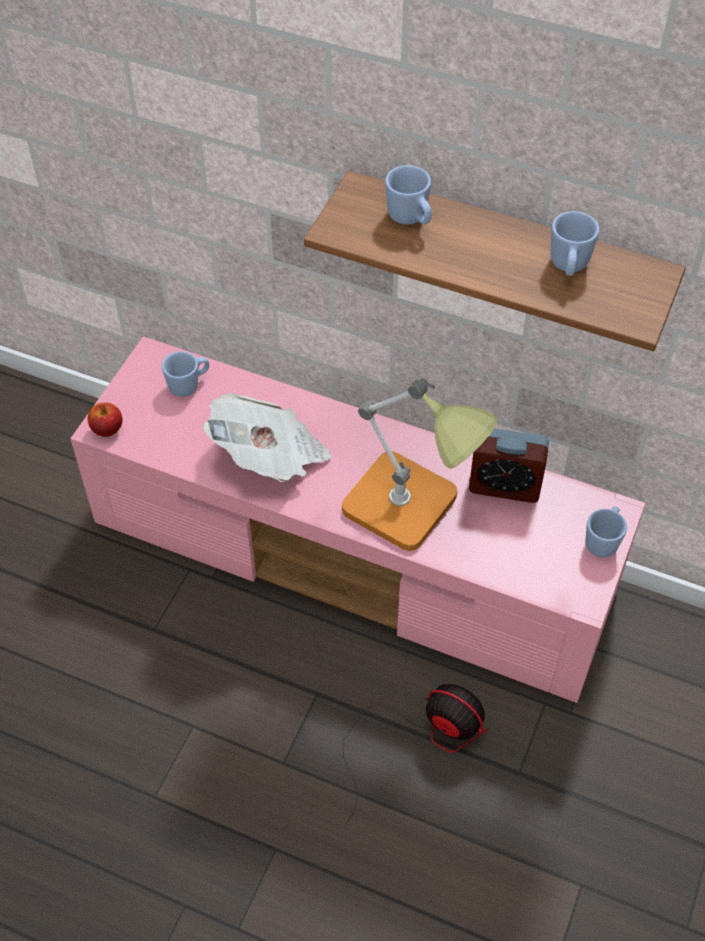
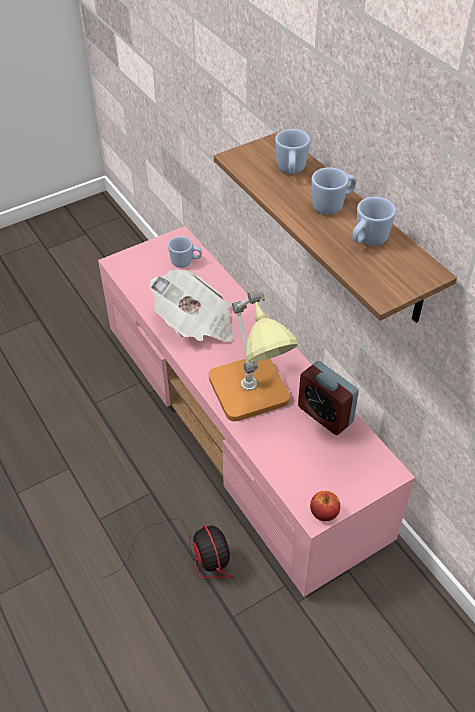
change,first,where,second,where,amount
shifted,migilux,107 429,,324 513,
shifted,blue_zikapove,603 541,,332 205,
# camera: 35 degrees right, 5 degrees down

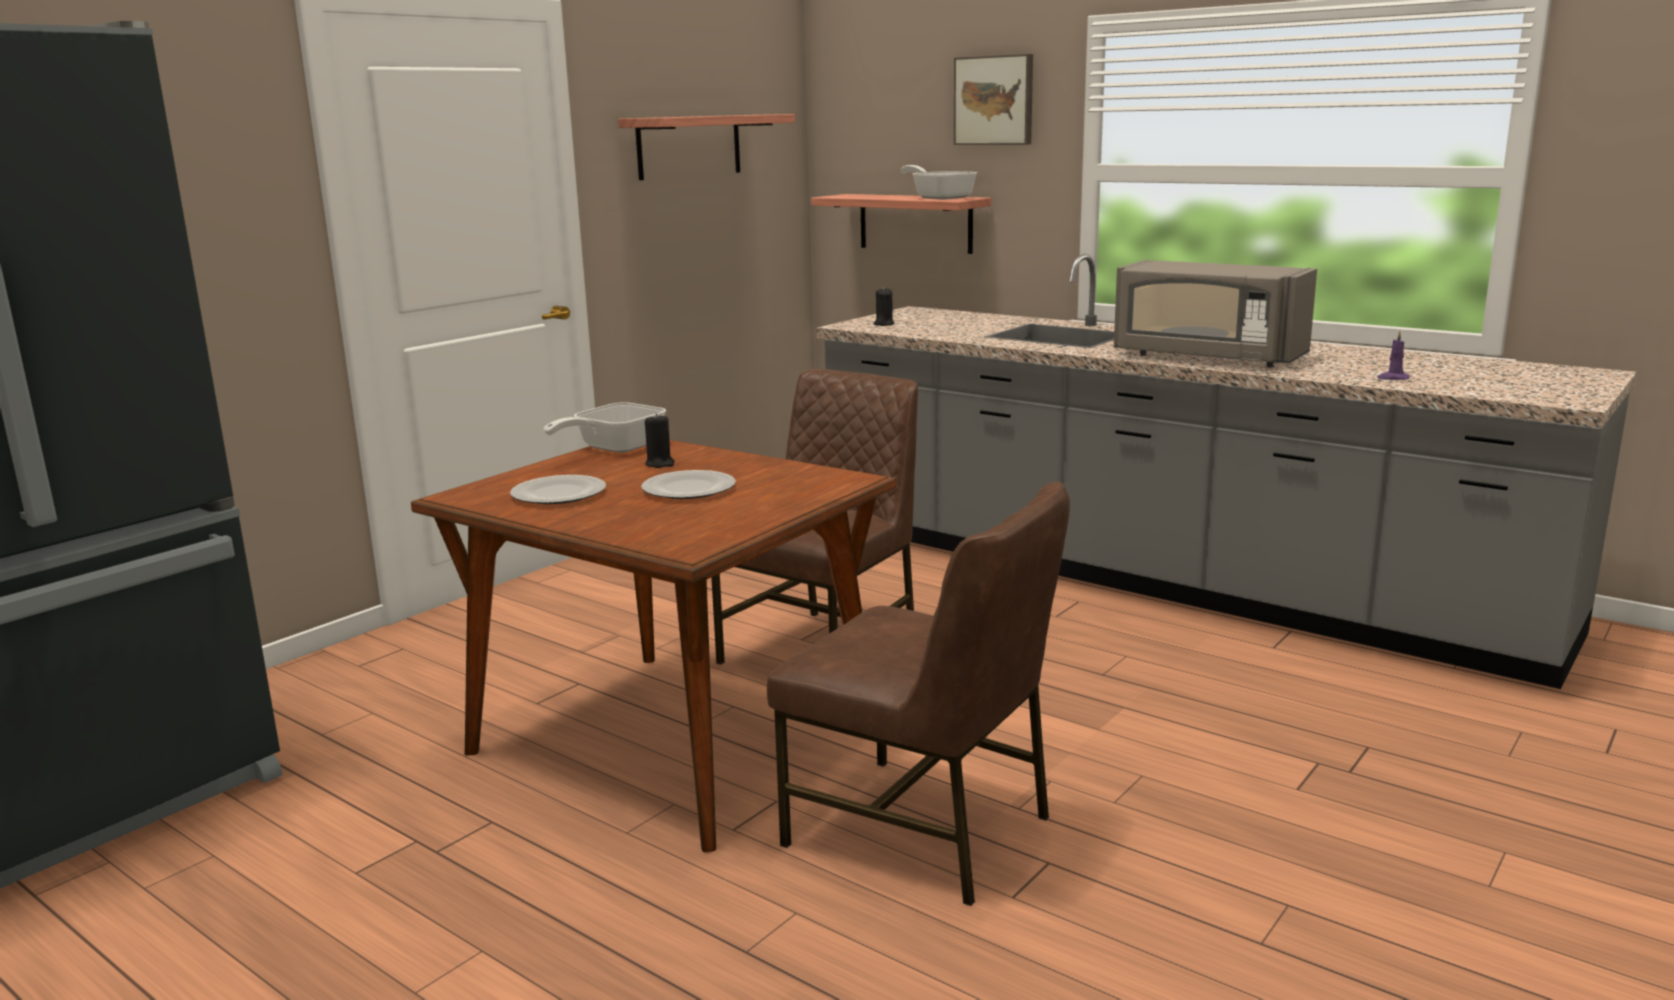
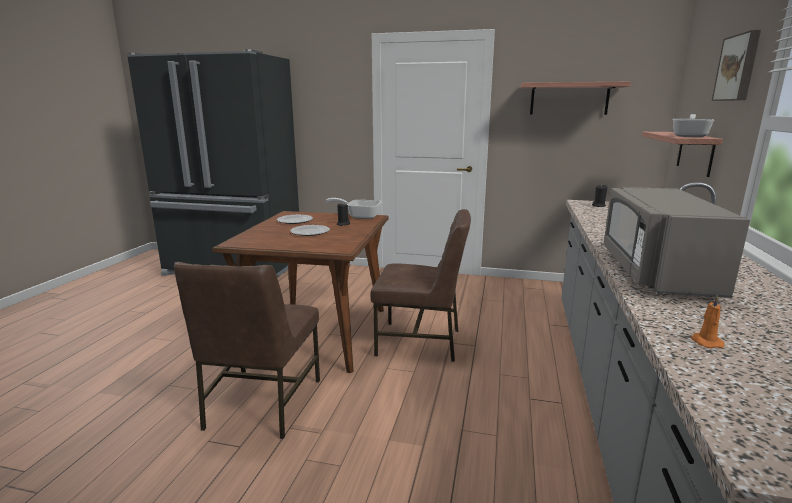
change,first,where,second,where,amount
repainted,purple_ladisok,1392 378,orange_ladisok,705 342,
# camera: 65 degrees right, 0 degrees up

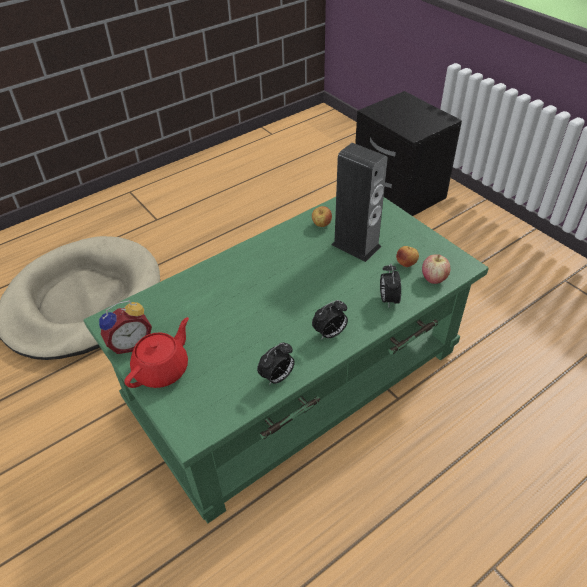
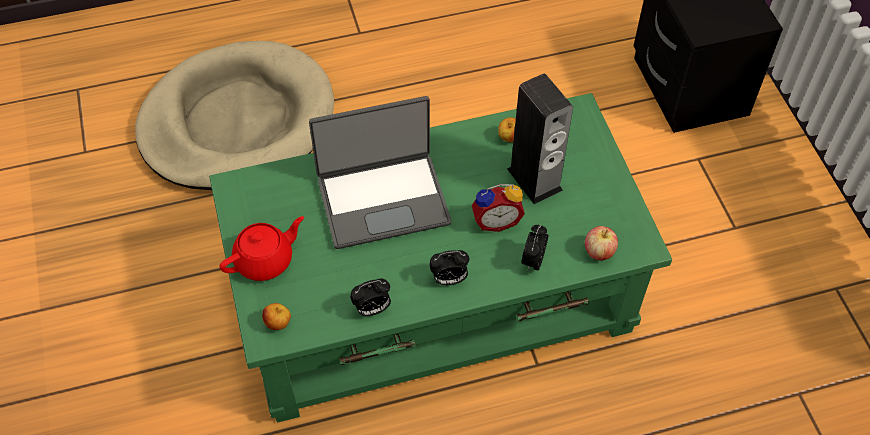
change,first,where,second,where,amount
new,,,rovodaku,383 199,
shifted,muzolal,130 343,,496 220,
shifted,migilux,406 264,,278 323,
# camera: 20 degrees right, 10 degrees up

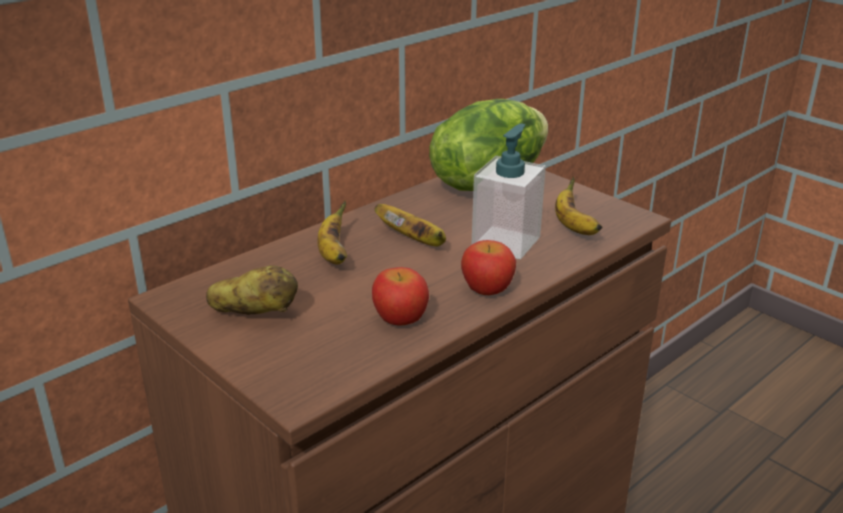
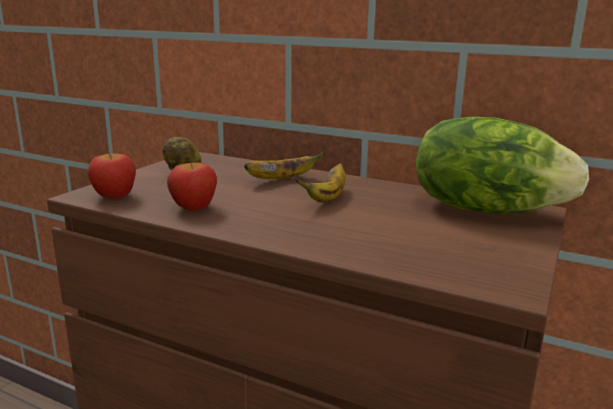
change,first,where,second,where,amount
gone,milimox,506 242,,,
gone,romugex,573 226,,,
shifted,migilux,487 290,,114 196,
# camera: 70 degrees right, 10 degrees down

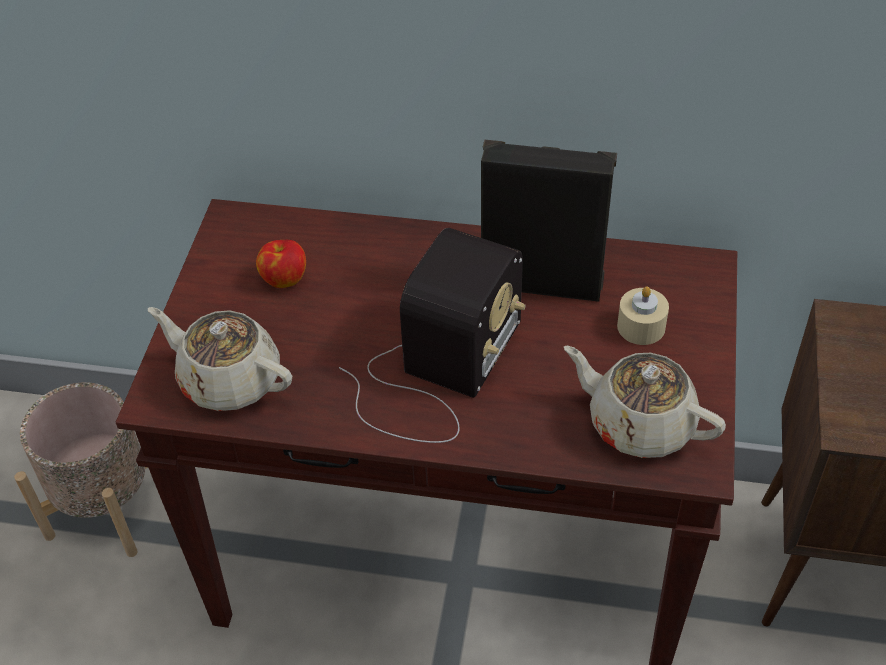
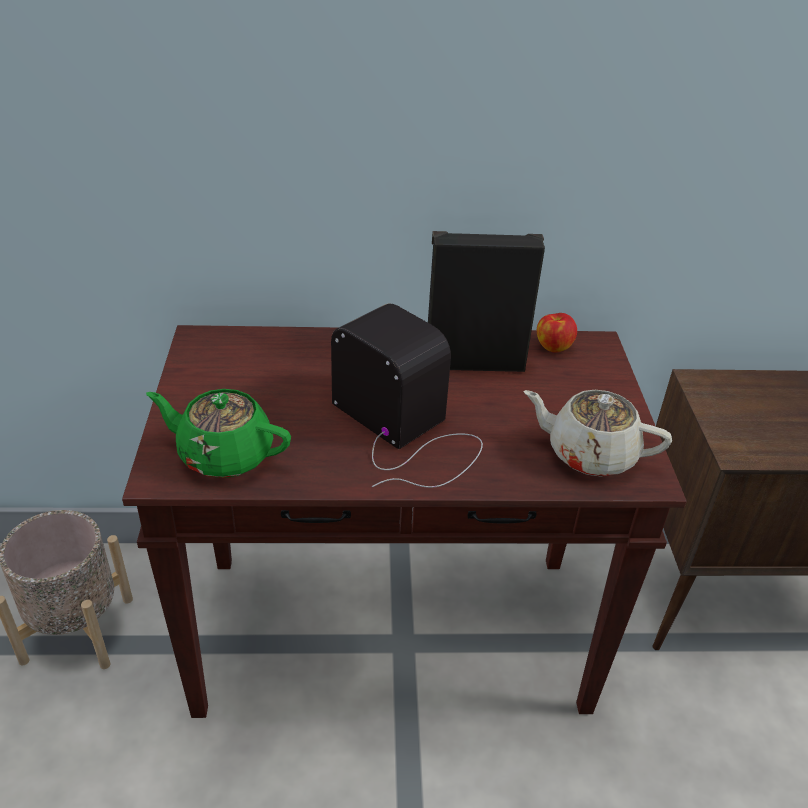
change,first,where,second,where,amount
gone,beige_ladisok,641 326,,,
shifted,migilux,284 278,,553 347,
repainted,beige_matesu,228 379,green_matesu,224 454,
rotated,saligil,436 373,,408 433,60 degrees counterclockwise
# camera: 15 degrees left, 10 degrees down

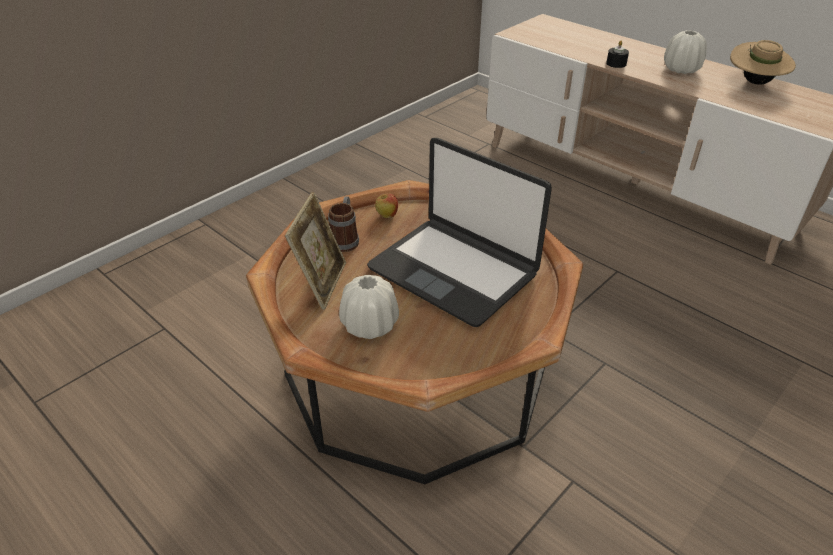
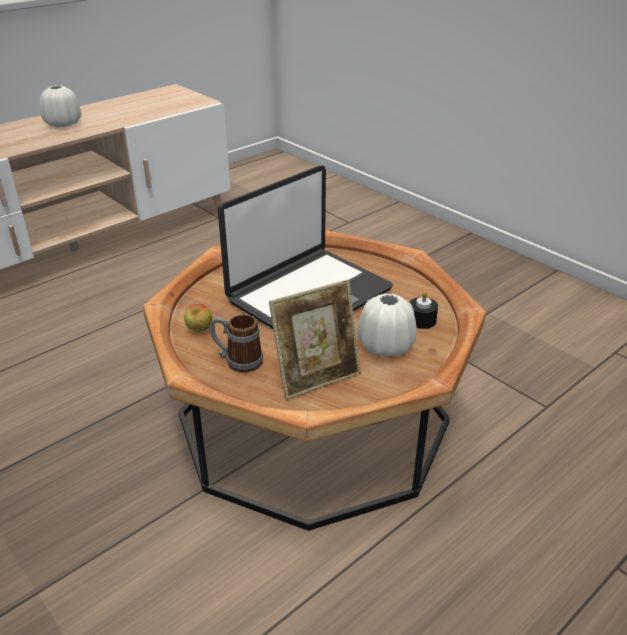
change,first,where,second,where,amount
gone,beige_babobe,755 82,,,
shifted,black_ladisok,616 63,,421 320,
rotated,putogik,321 283,,317 377,135 degrees clockwise
# camera: 85 degrees left, 5 degrees down

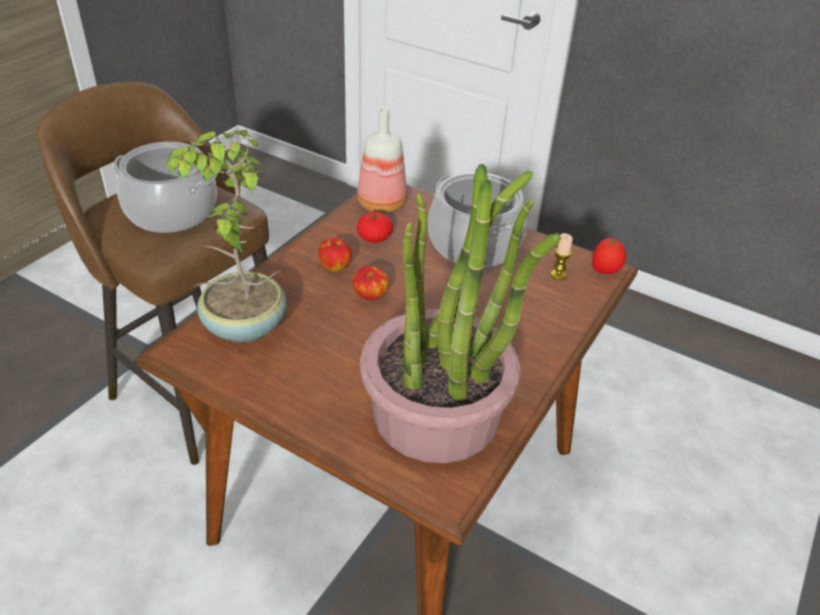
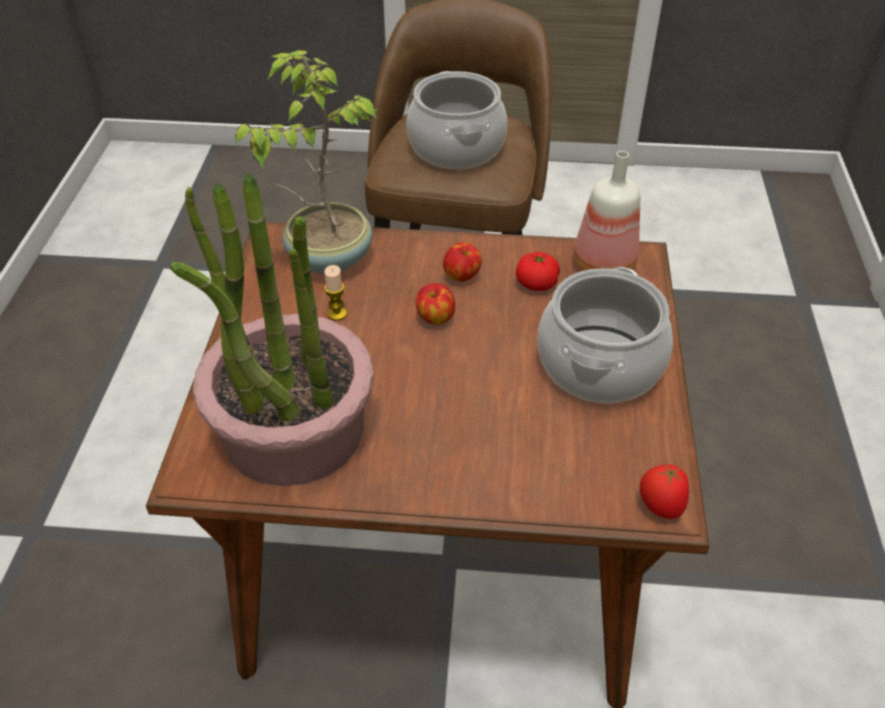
change,first,where,second,where,amount
shifted,ladisok,558 275,,337 314,
# camera: 65 degrees right, 5 degrees up

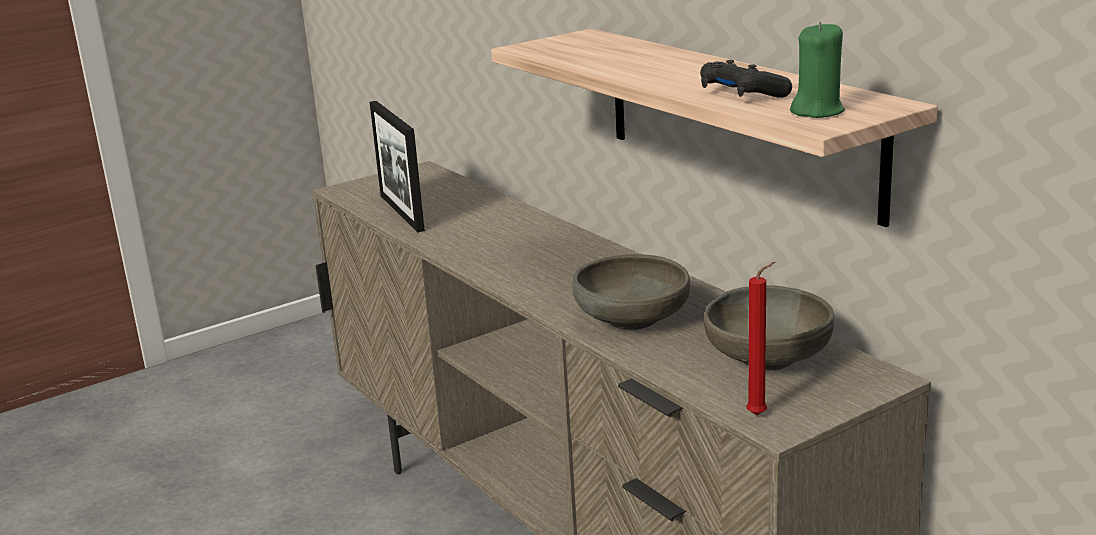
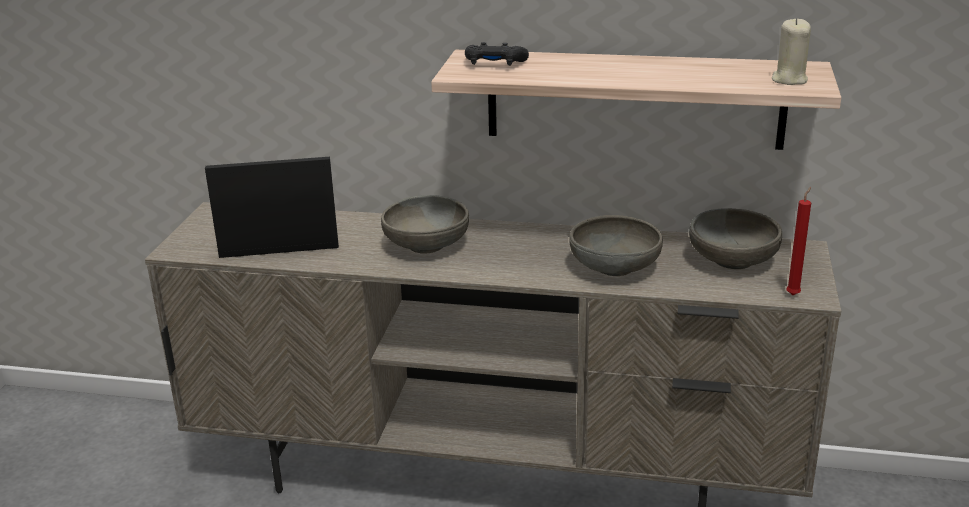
change,first,where,second,where,amount
new,,,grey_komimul,427 245,
shifted,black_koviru,741 94,,494 64,
repainted,green_ladisok,817 111,beige_ladisok,789 80,
rotated,putogik,401 212,,279 251,150 degrees clockwise
# camera: 45 degrees left, 5 degrees up

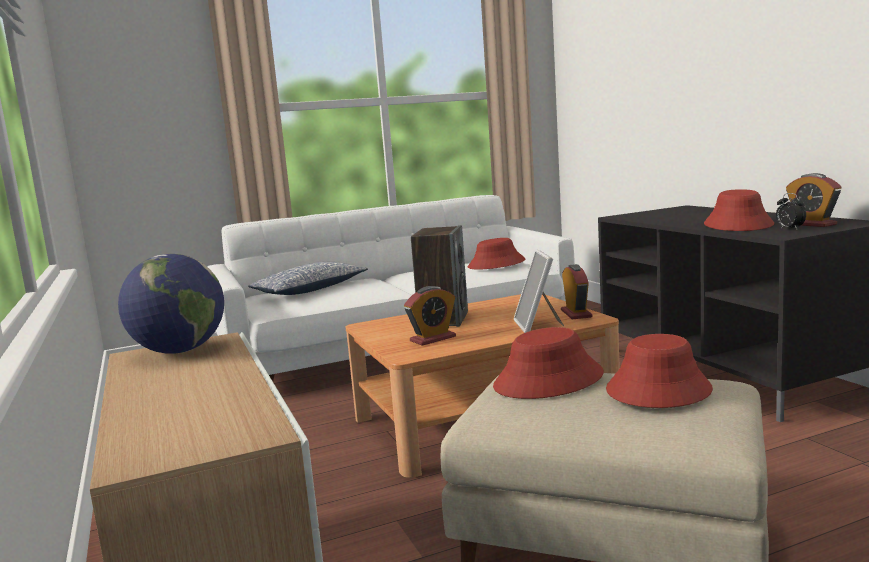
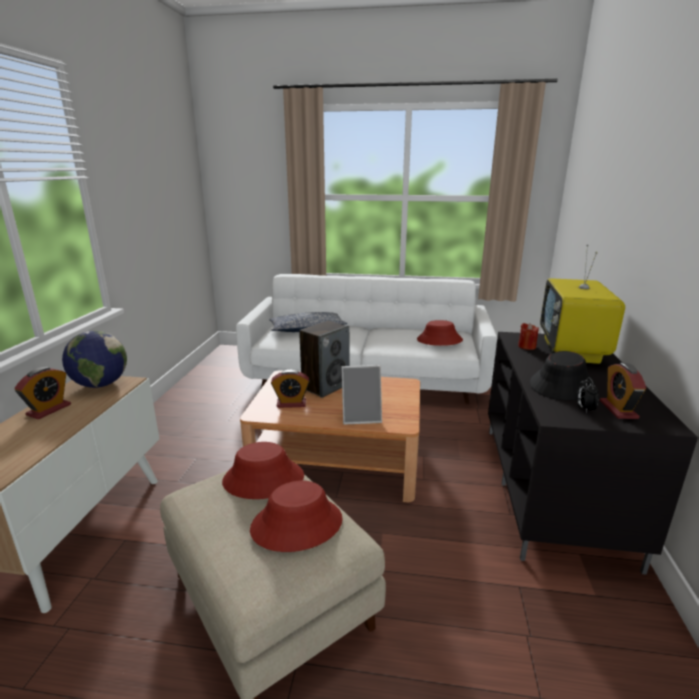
change,first,where,second,where,amount
new,,,red_ladisok,526 346,
new,,,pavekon,571 351,
shifted,muzolal,576 314,,49 410,
repainted,red_babobe,738 225,black_babobe,562 385,
rotated,putogik,538 326,,361 417,120 degrees counterclockwise
# camera: 30 degrees right, 10 degrees up

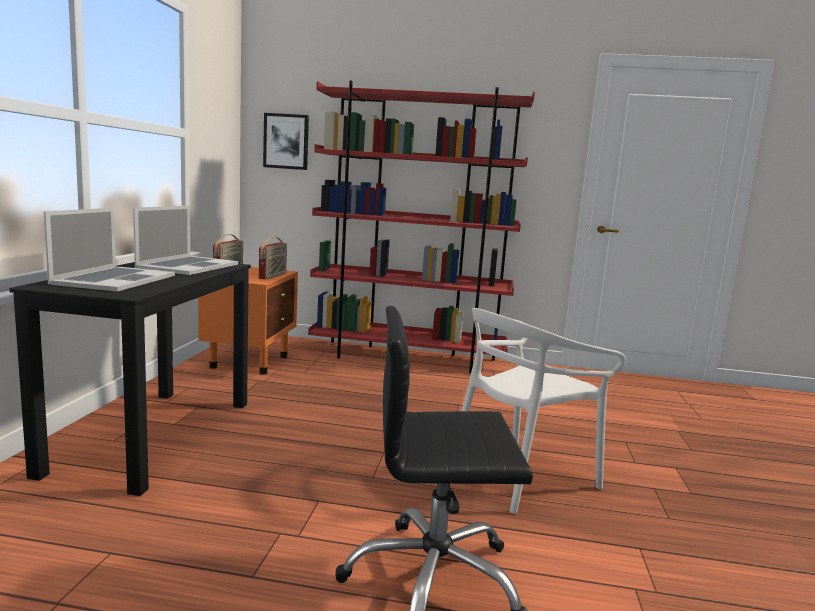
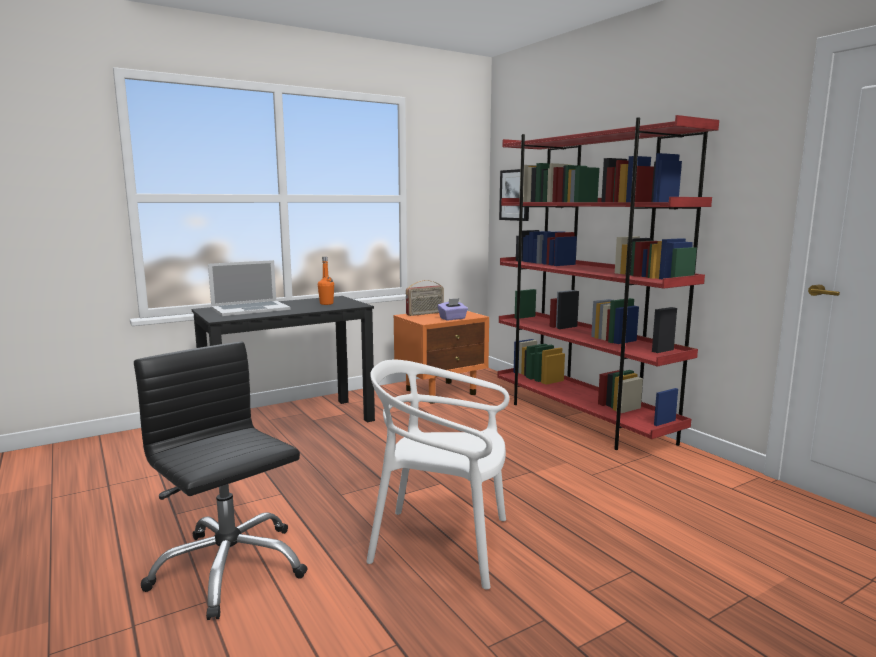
change,first,where,second,where,amount
swapped,rovodaku,188 266,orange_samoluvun,326 303,
swapped,saligil,273 276,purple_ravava,452 318,
# camera: 50 degrees right, 0 degrees up

